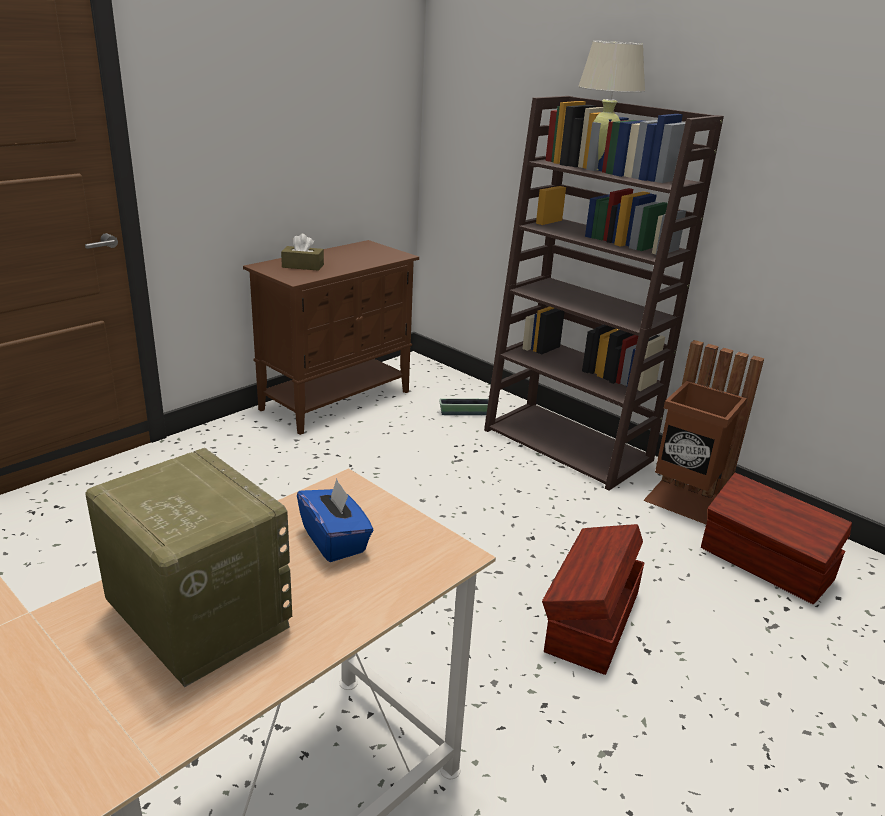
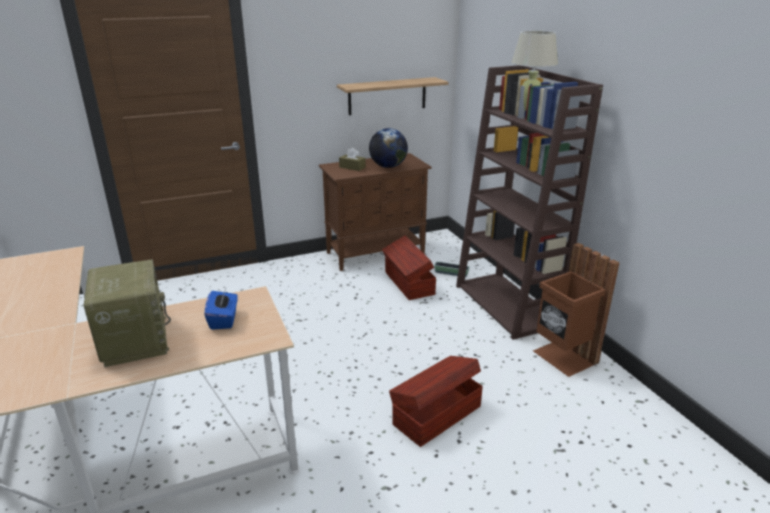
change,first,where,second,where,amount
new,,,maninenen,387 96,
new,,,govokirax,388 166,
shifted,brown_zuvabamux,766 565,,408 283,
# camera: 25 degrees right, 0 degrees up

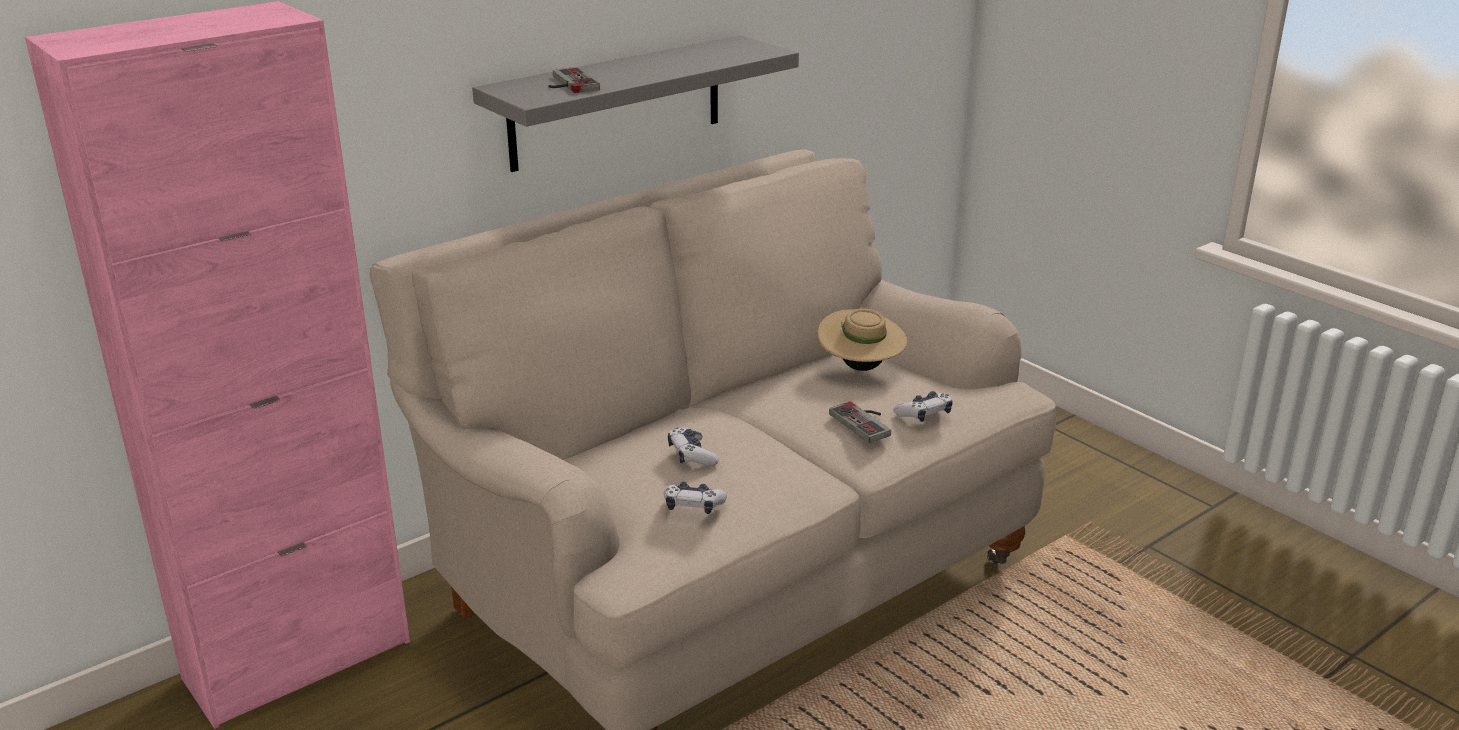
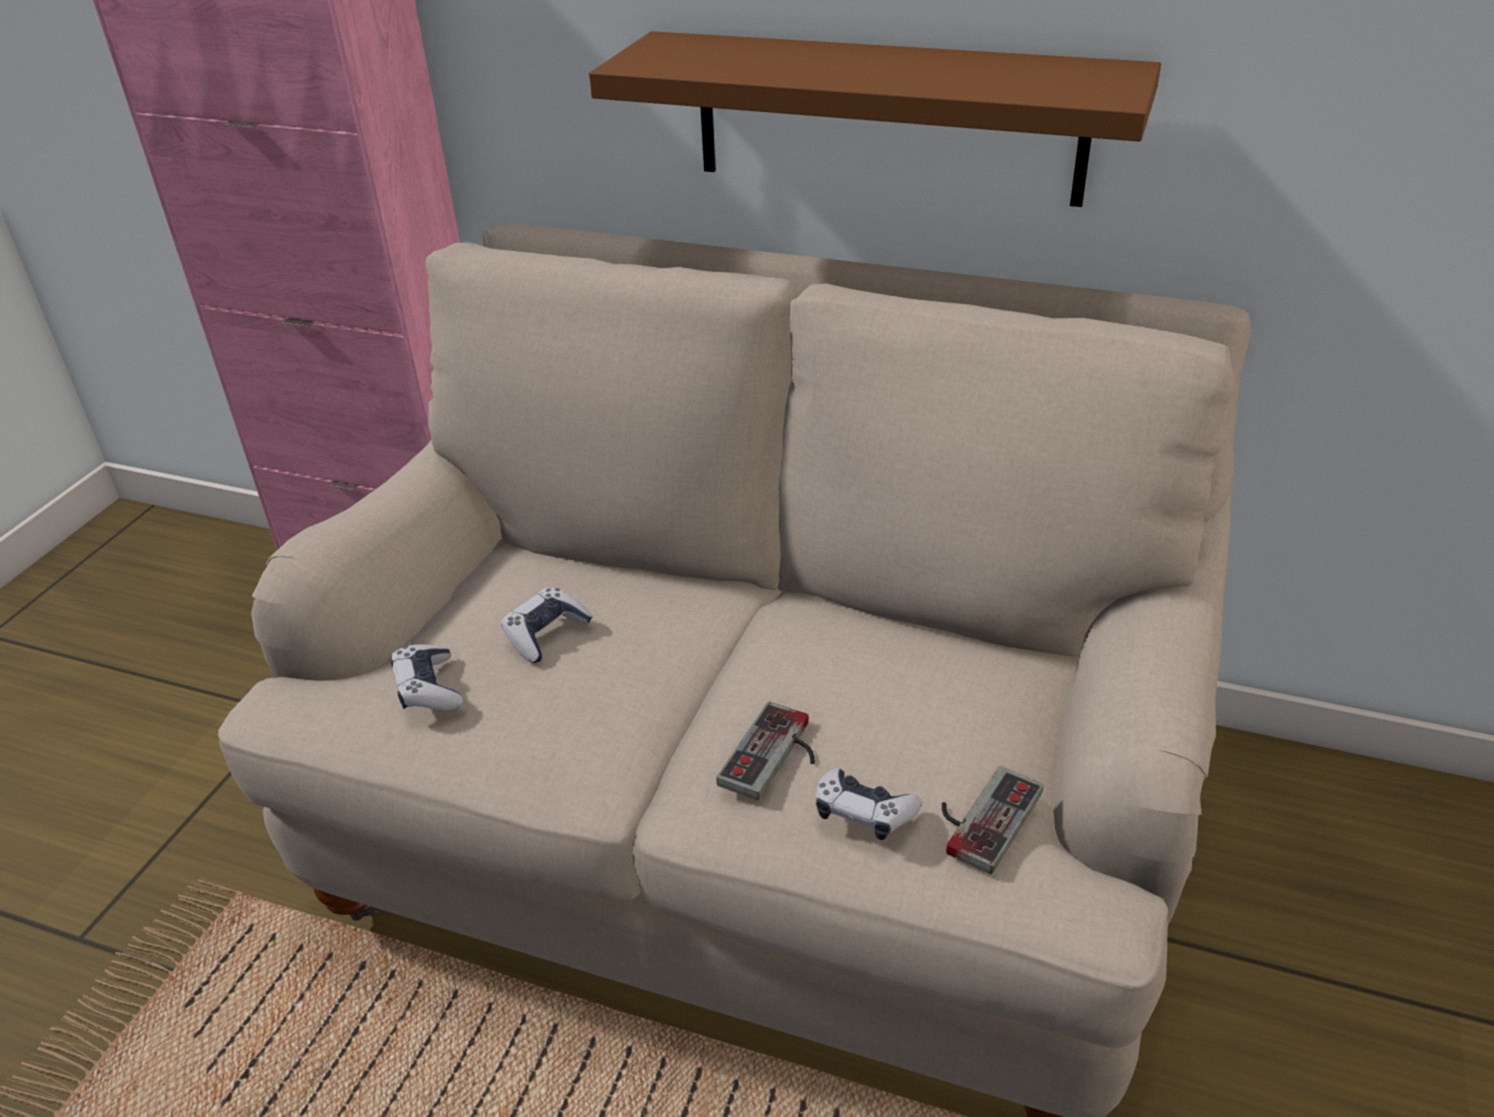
change,first,where,second,where,amount
gone,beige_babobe,860 368,,,
shifted,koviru,568 84,,981 815,
repainted,grey_maninenen,616 103,brown_maninenen,887 118,
# camera: 60 degrees right, 10 degrees up

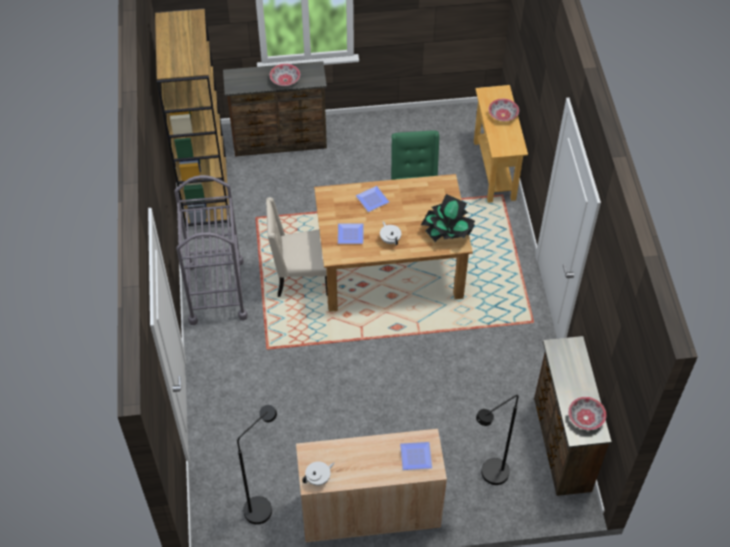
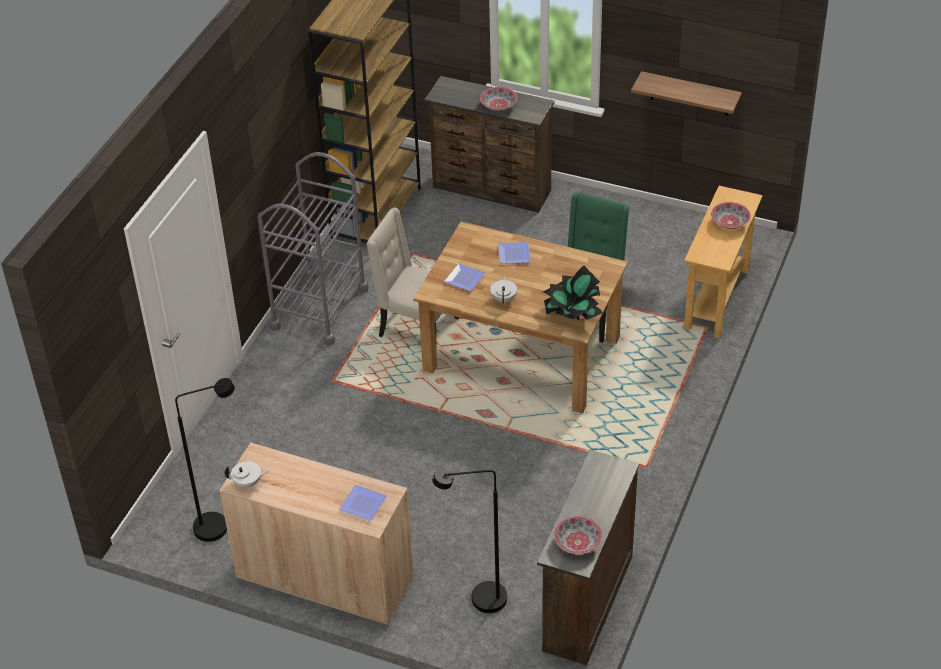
change,first,where,second,where,amount
new,,,maninenen,690 94,
# camera: 30 degrees right, 10 degrees down

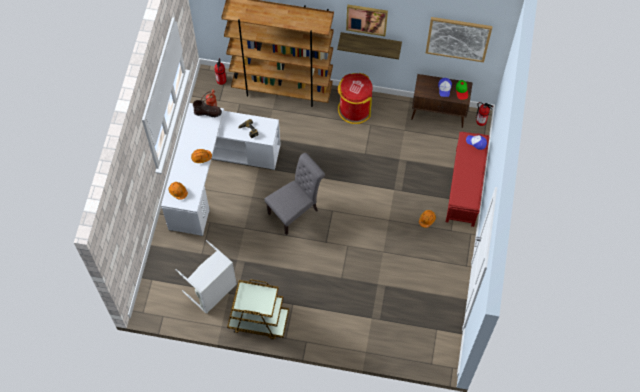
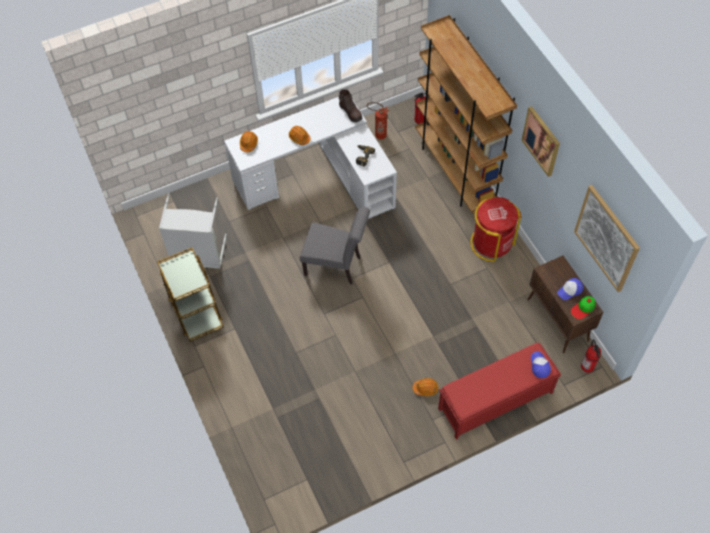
change,first,where,second,where,amount
gone,maninenen,371 42,,,
# camera: 55 degrees right, 5 degrees down

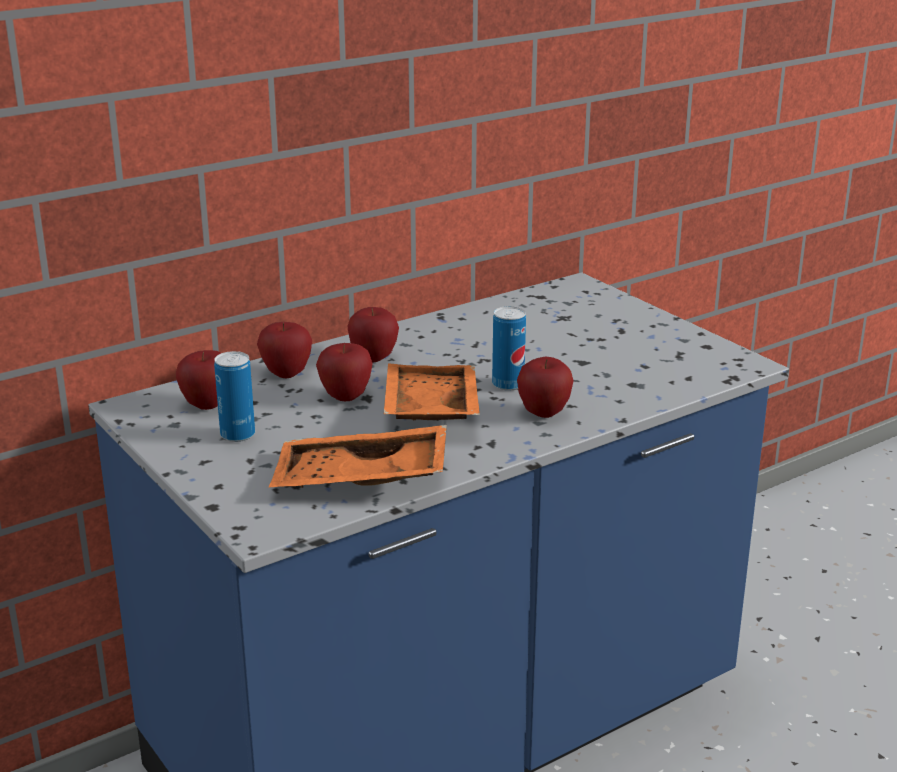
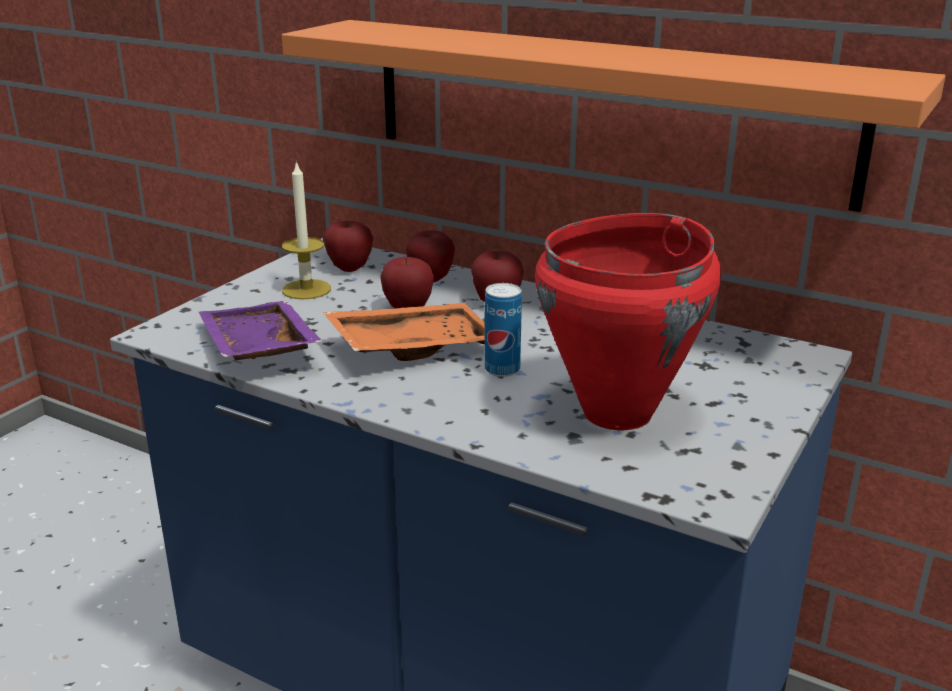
change,first,where,second,where,amount
gone,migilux,543 413,,,
new,,,orange_maninenen,601 108,
new,,,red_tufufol,619 413,
swapped,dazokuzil,237 435,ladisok,306 289,
repainted,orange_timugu,360 480,purple_timugu,256 349,
# camera: 65 degrees right, 0 degrees up

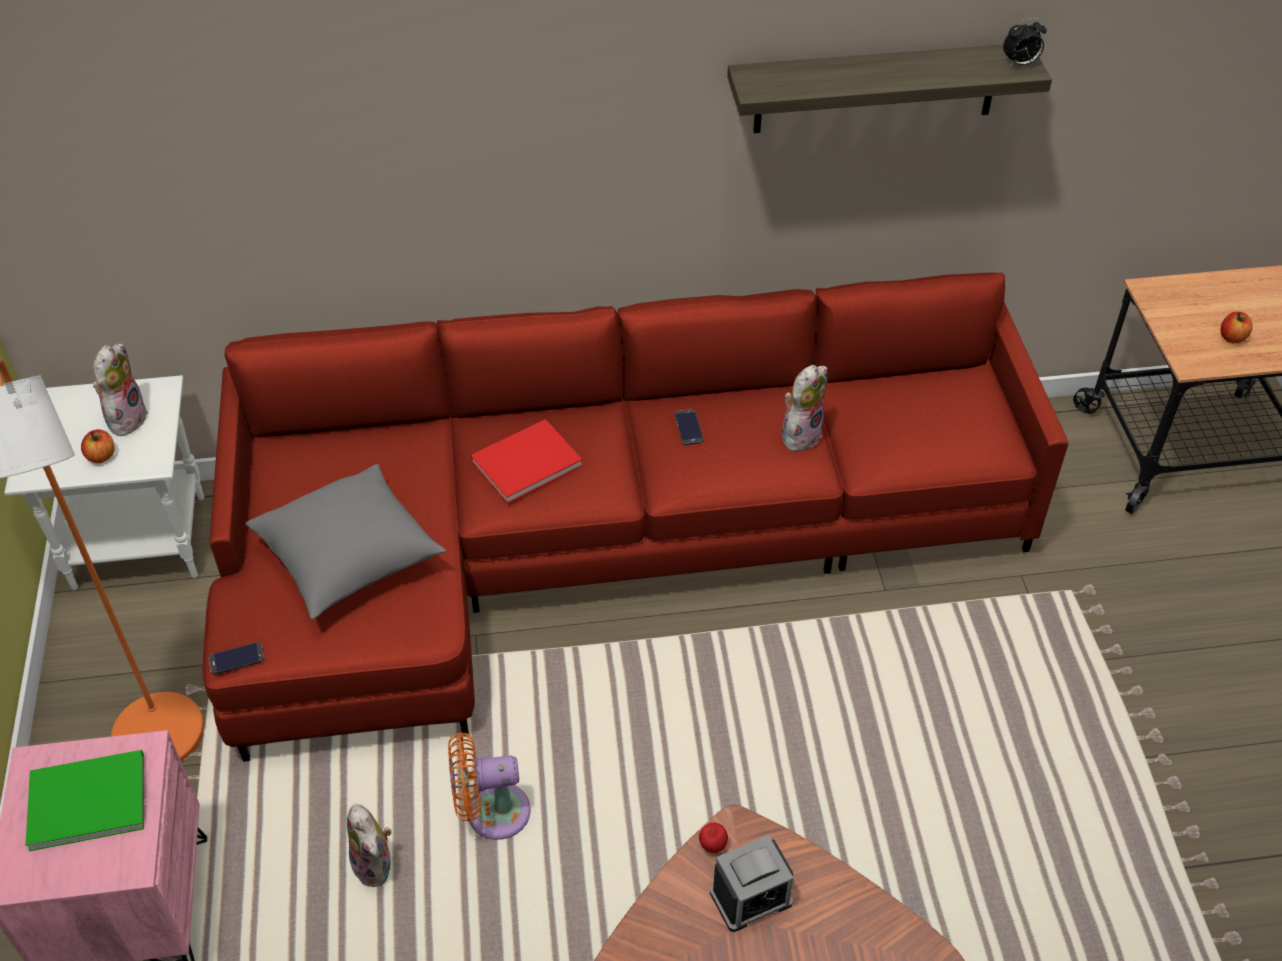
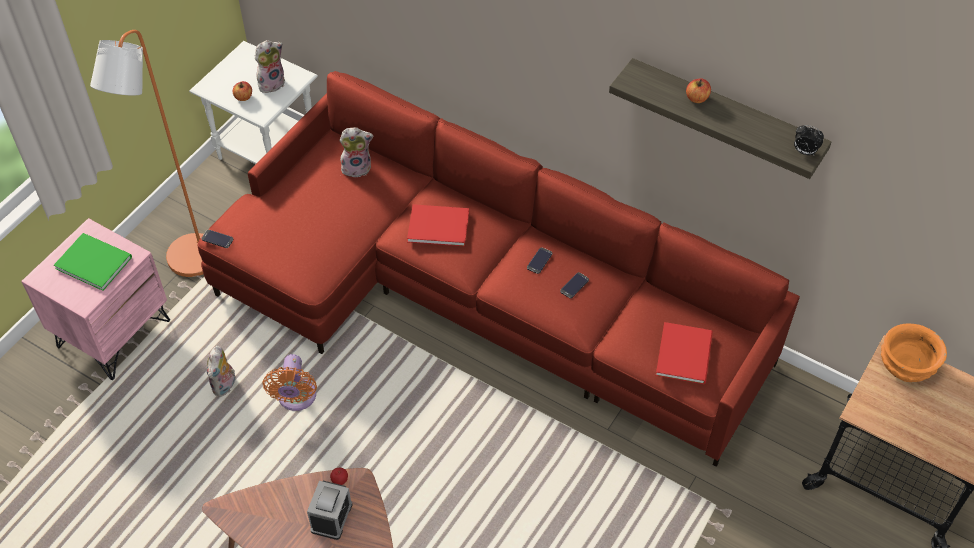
change,first,where,second,where,amount
gone,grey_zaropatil,350 558,,,
new,,,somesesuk,574 285,
new,,,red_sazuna,686 353,
new,,,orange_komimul,905 365,
shifted,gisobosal,800 434,,357 167,
shifted,migilux,1232 337,,697 98,
rotated,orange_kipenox,491 812,,296 399,120 degrees counterclockwise
rotated,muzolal,751 897,,331 517,90 degrees counterclockwise
# camera: 40 degrees right, 5 degrees up

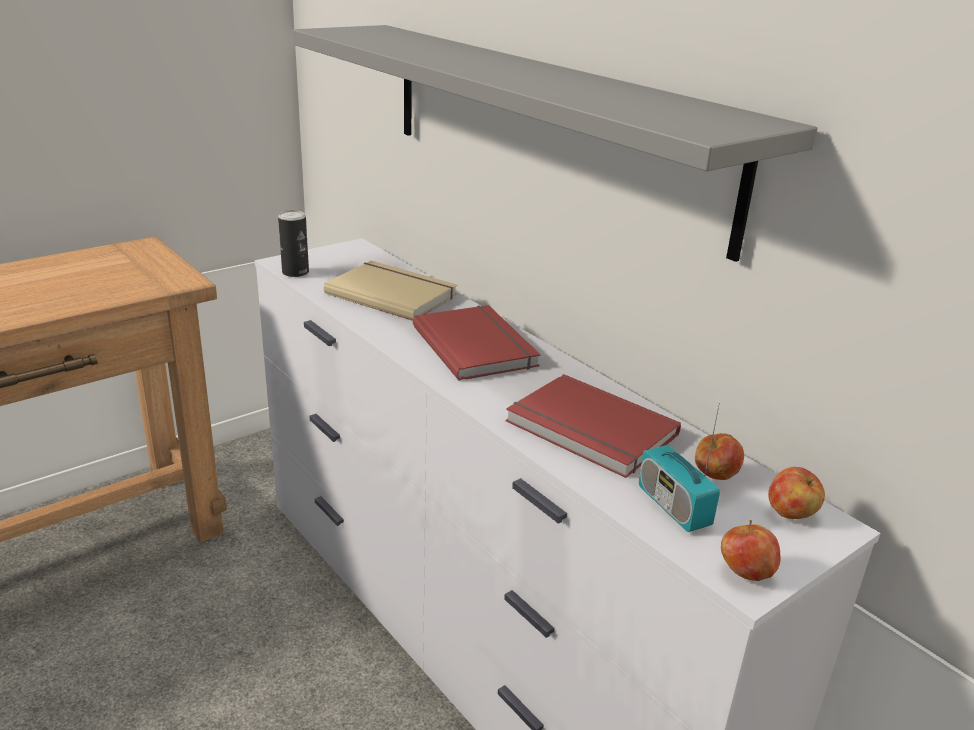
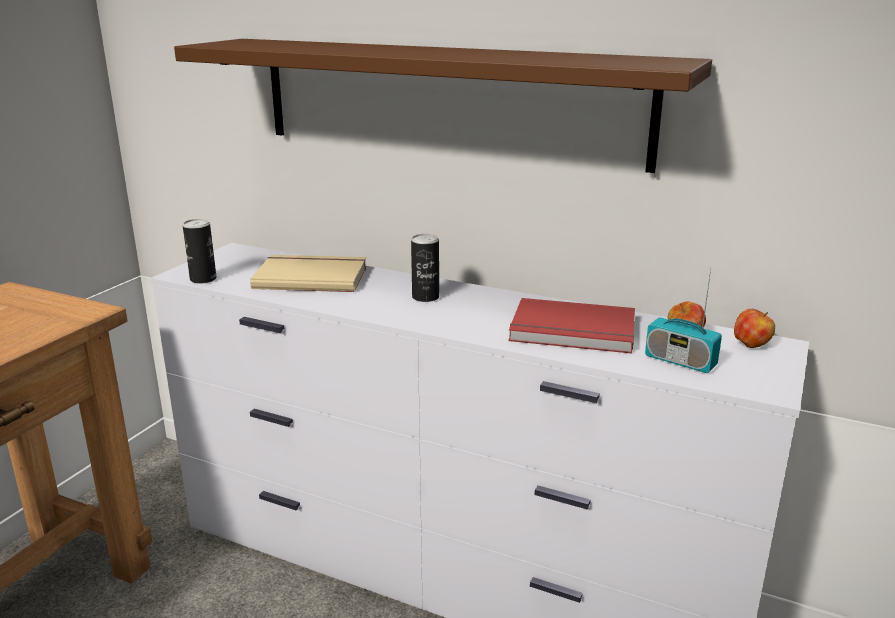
change,first,where,second,where,amount
gone,migilux,745 573,,,
swapped,red_sazuna,477 345,dazokuzil,425 297,
repainted,grey_maninenen,545 126,brown_maninenen,447 100,
# camera: 25 degrees left, 5 degrees down

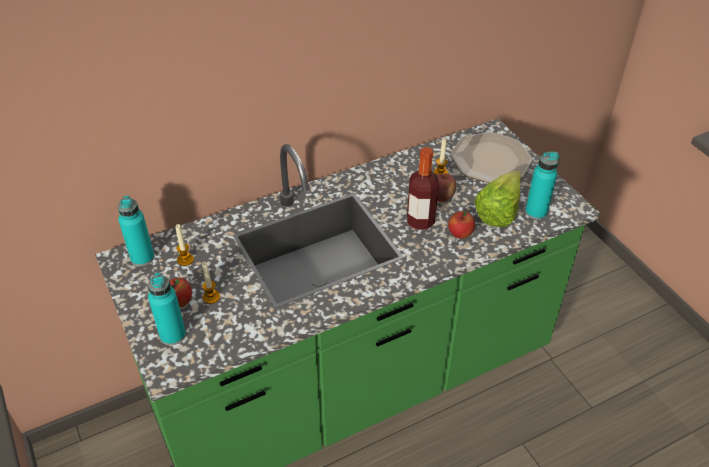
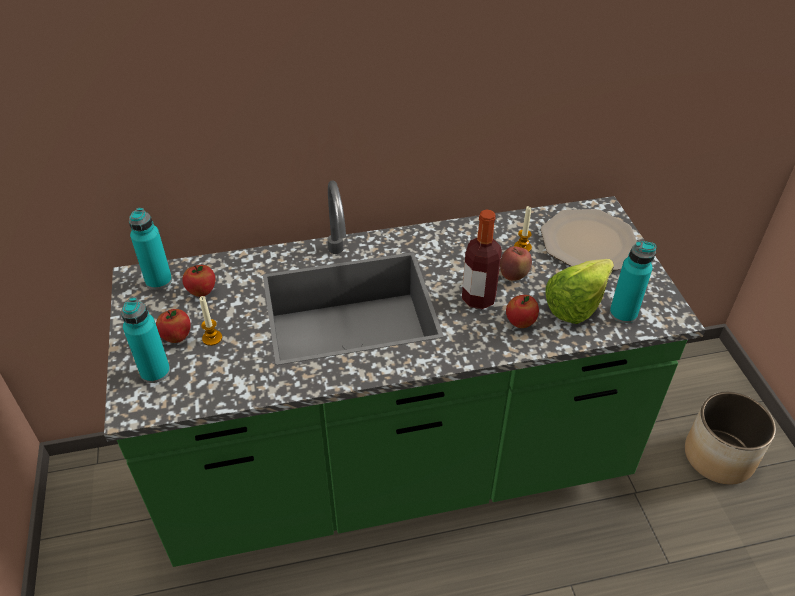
change,first,where,second,where,amount
new,,,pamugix,719 457,
swapped,ladisok,185 259,migilux,202 291,
# camera: 15 degrees right, 0 degrees up

